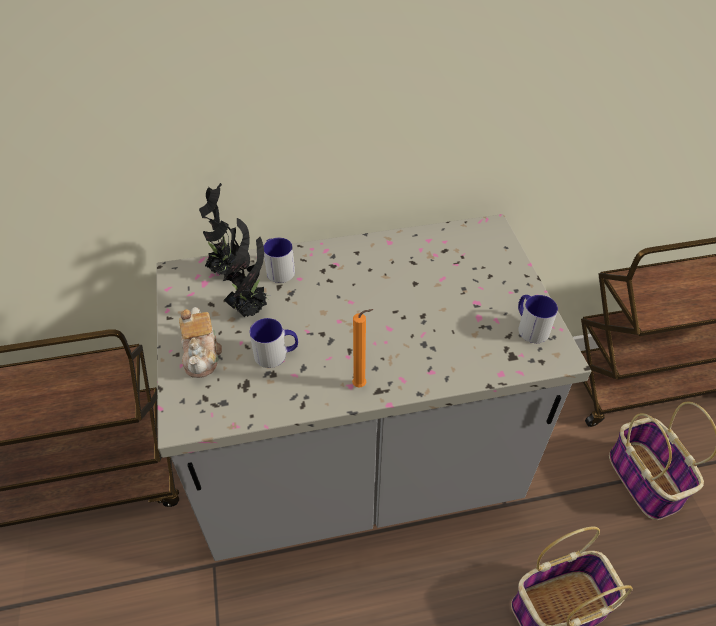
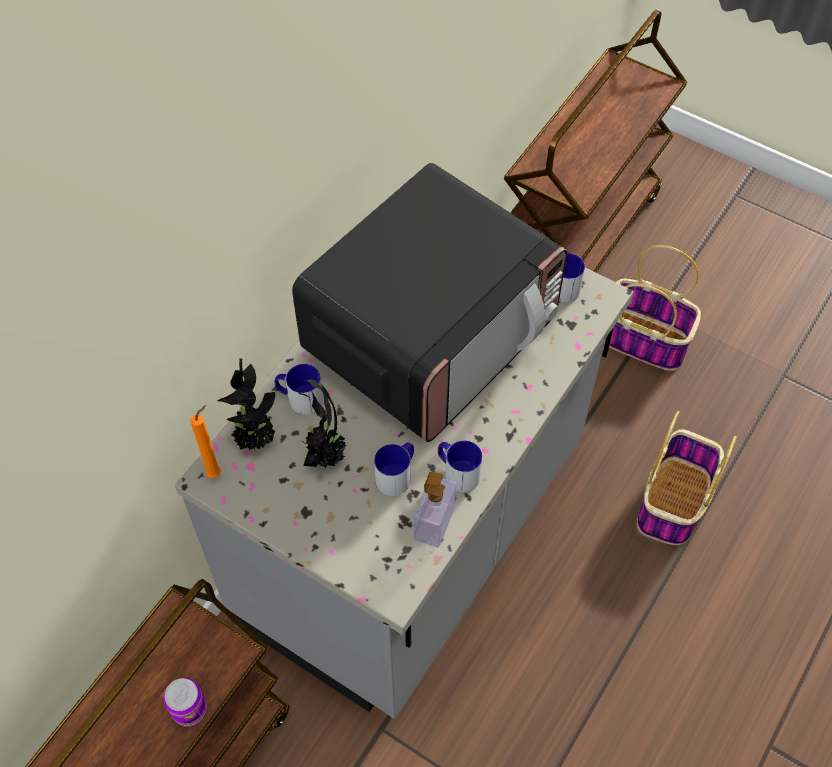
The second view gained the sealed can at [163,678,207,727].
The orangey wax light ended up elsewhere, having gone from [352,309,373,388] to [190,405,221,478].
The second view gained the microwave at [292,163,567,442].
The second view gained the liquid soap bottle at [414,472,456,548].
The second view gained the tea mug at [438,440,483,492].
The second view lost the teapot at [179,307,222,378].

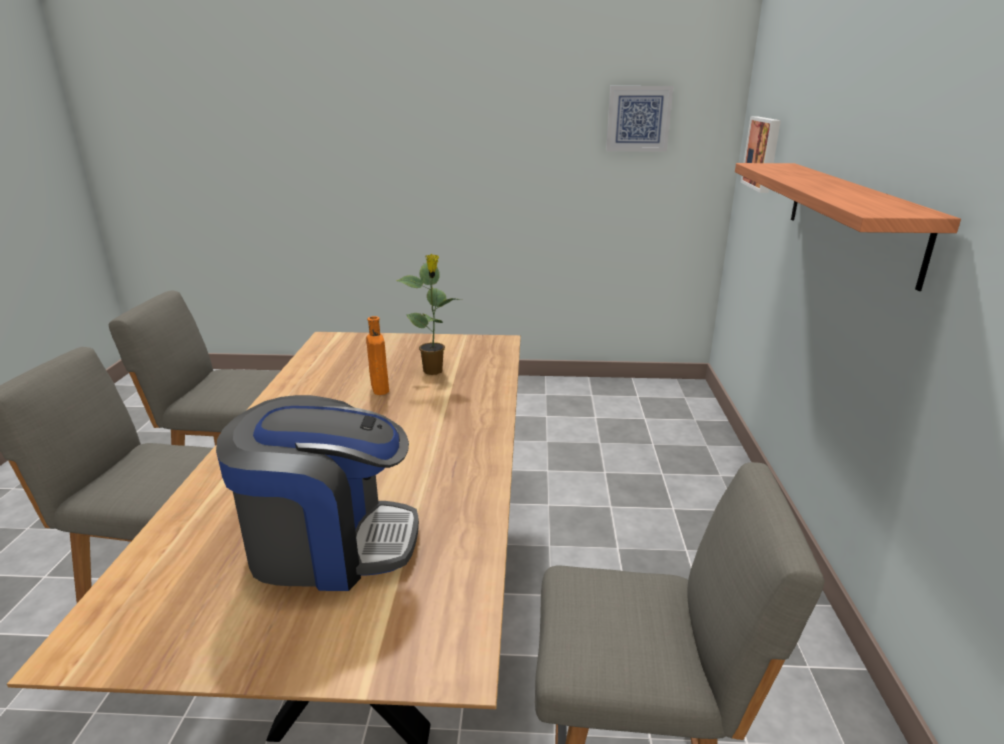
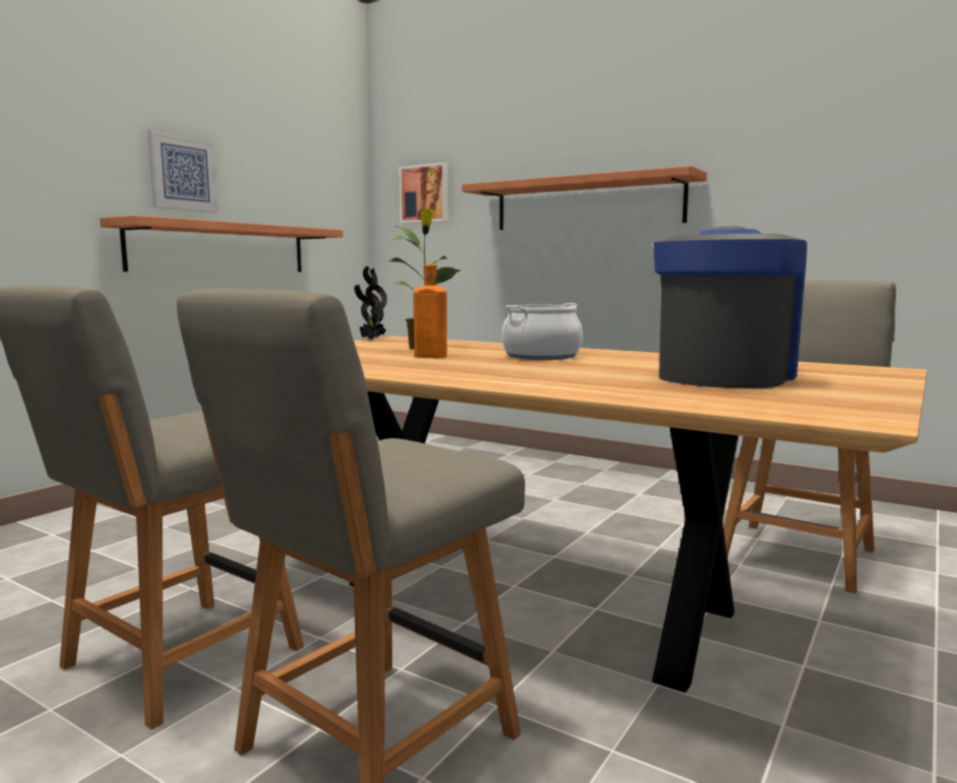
The second view gained the shelf at [100,215,343,272].
The picture ended up elsewhere, having gone from [606,86,673,152] to [147,129,219,212].
The second view gained the potted plant at [354,266,387,340].
The second view gained the cooking pot at [502,303,583,360].

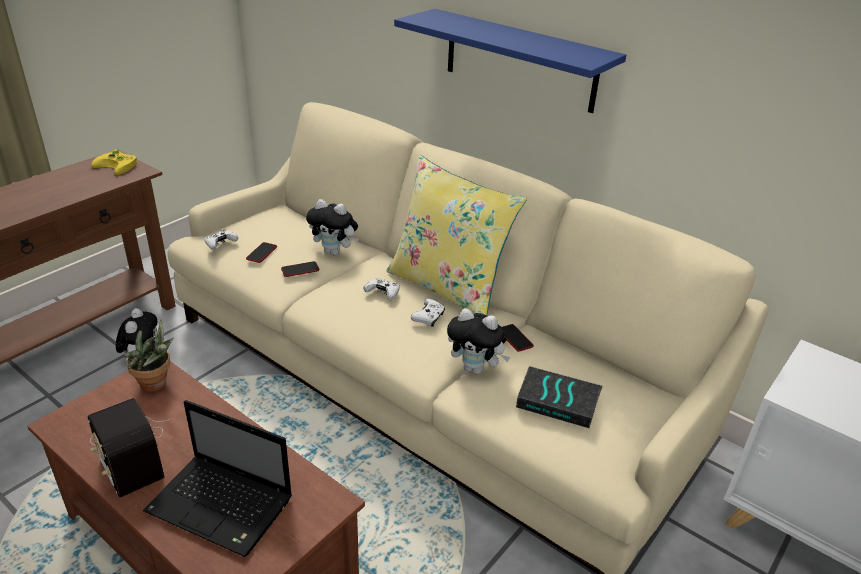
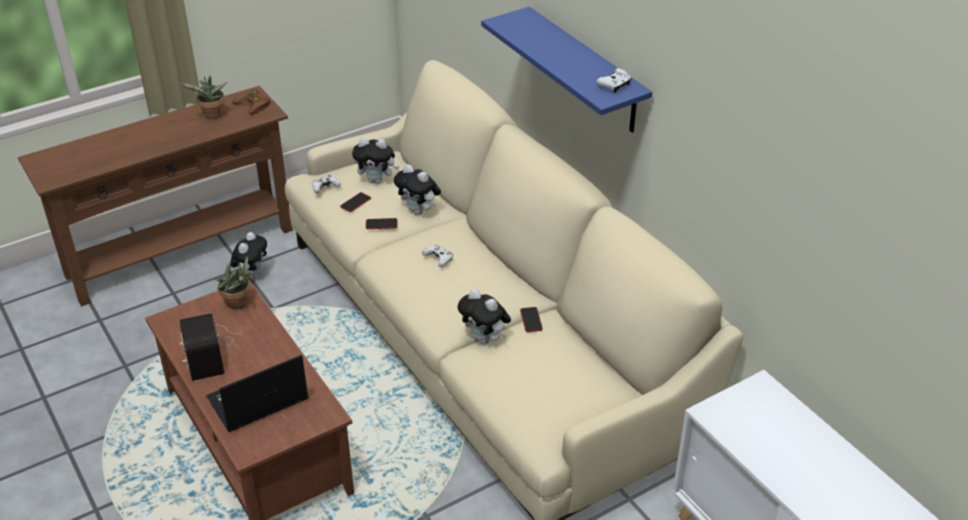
The second view gained the potted plant at [180,76,226,119].
The notebook computer at [143,400,292,557] ended up facing another way, 105 degrees clockwise from before.
What was the yellow-coloured joypad at [91,149,137,175] turned into the brown joypad at [232,89,271,115].
The second view gained the cuddly toy at [352,138,399,184].
The white-coloured joypad ended up elsewhere, having gone from [411,299,445,327] to [596,68,632,93].
The second view lost the yellow-coloured cushion at [386,155,527,316].
The second view lost the book at [516,366,603,428].

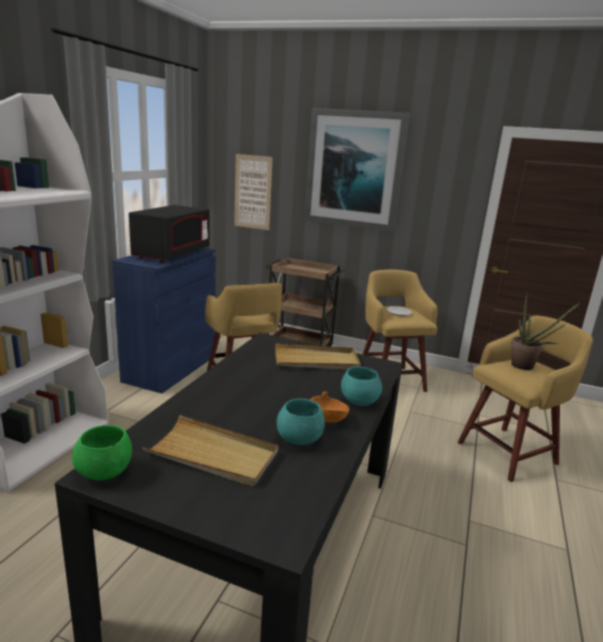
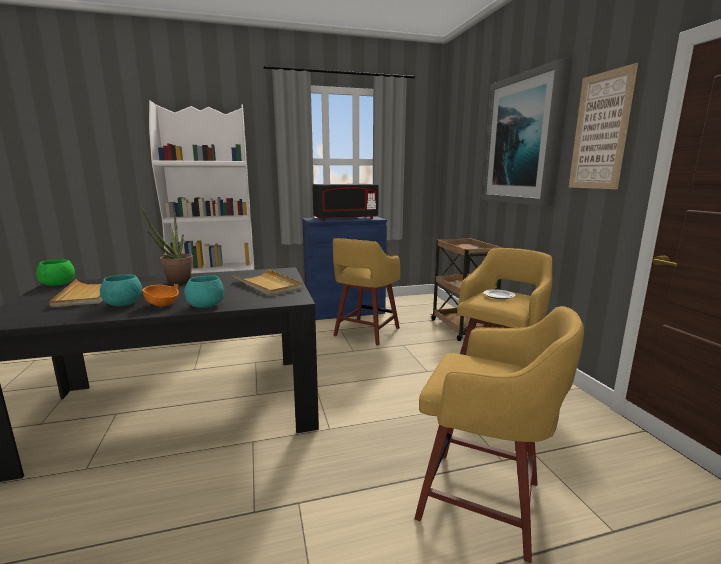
The potted plant ended up elsewhere, having gone from [511,292,580,370] to [141,204,193,285].
The picture ended up elsewhere, having gone from [234,154,273,230] to [569,63,638,189].

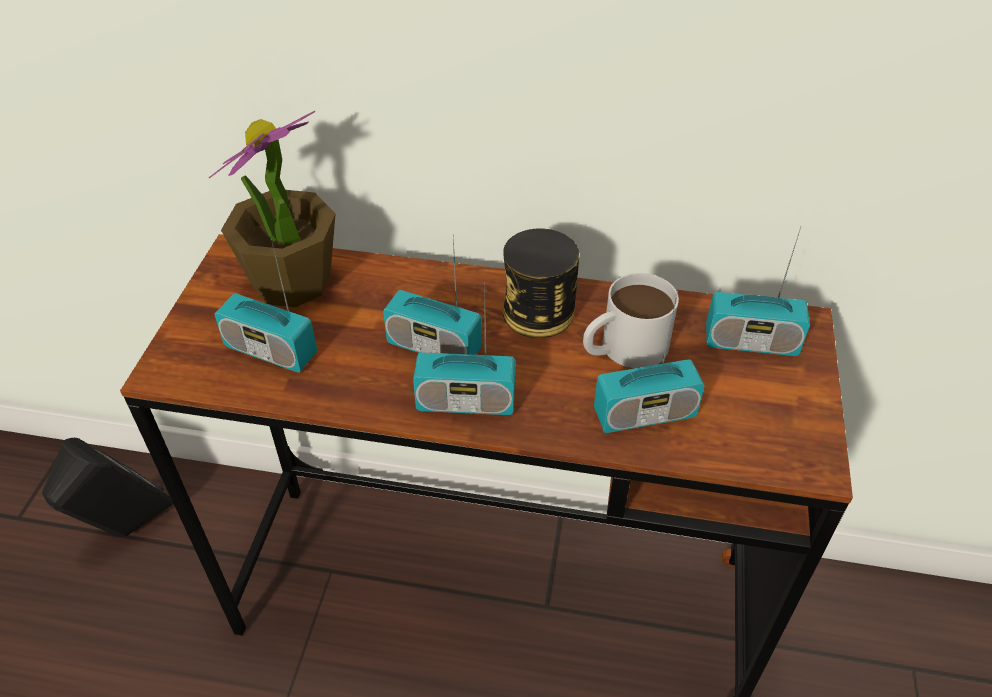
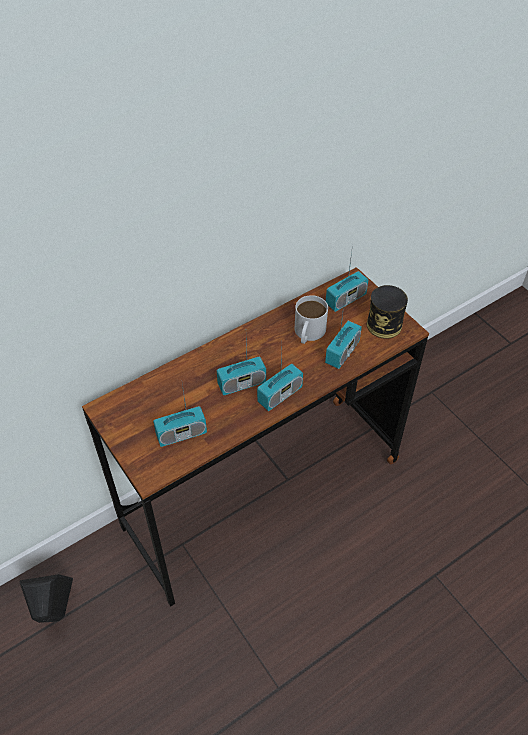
The sealed can ended up elsewhere, having gone from [503,229,579,338] to [367,285,408,339].
The second view lost the potted plant at [209,111,336,307].

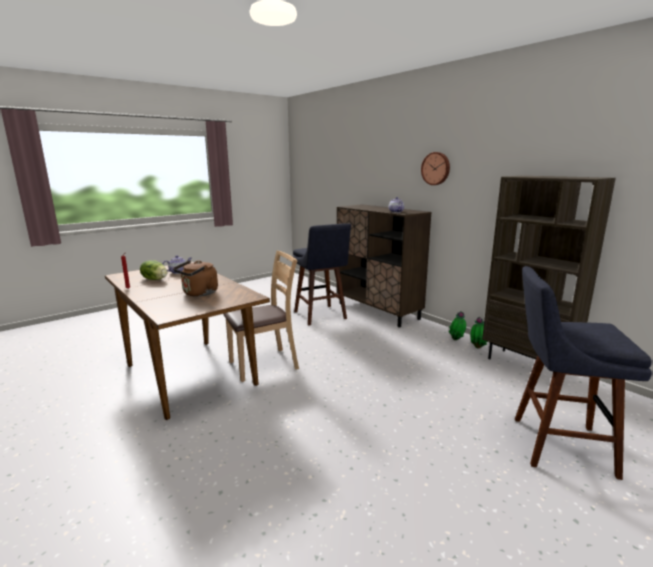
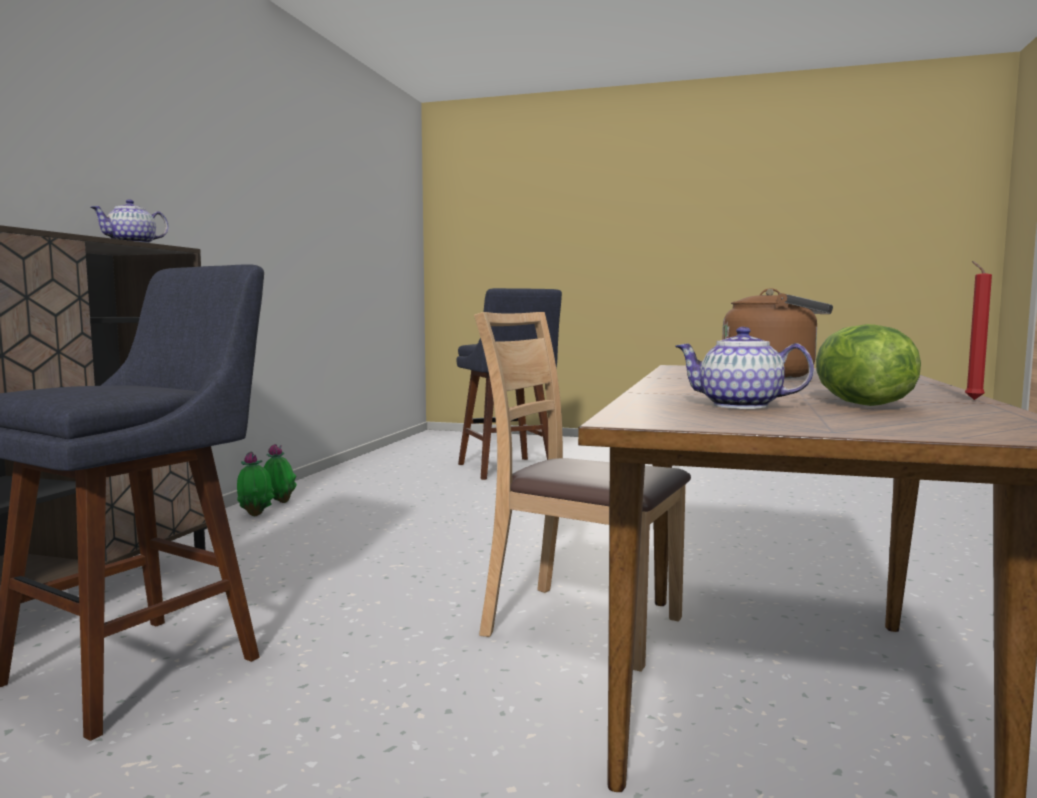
The second view lost the clock on the wall at [421,152,450,185].
The second view lost the brown bookcase at [482,176,616,376].

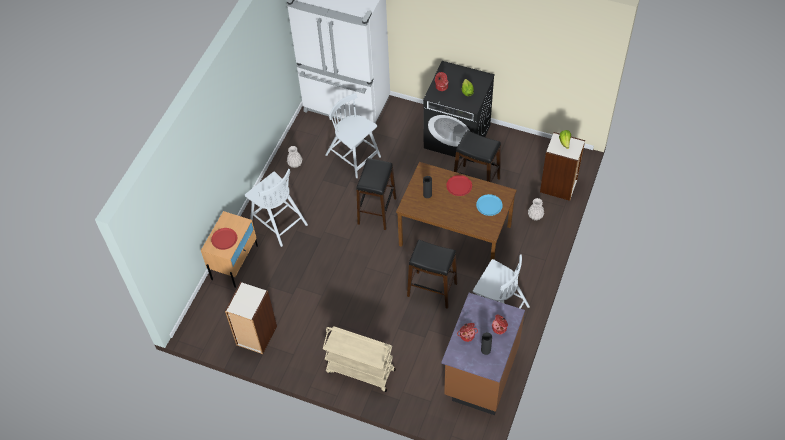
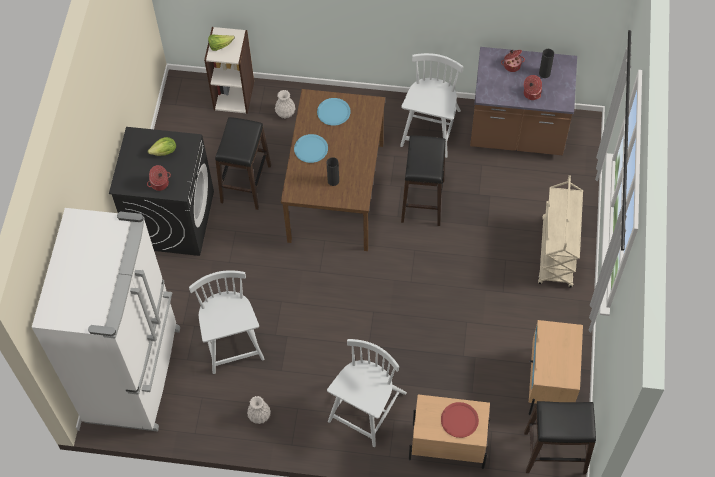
The white-coloured chair at [325,93,381,178] ended up facing another way, 135 degrees clockwise from before.
What was the red plate at [446,175,472,196] turned into the blue-coloured plate at [294,134,328,163].
The black-coloured sitting stool ended up elsewhere, having gone from [356,158,396,230] to [524,401,596,474].
Where the bookcase stood at [225,282,277,354], the sand-coloured bedside table came to stand at [529,320,583,415].

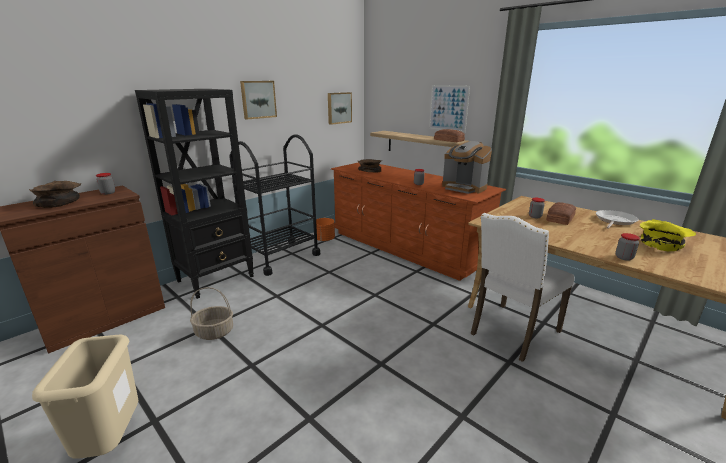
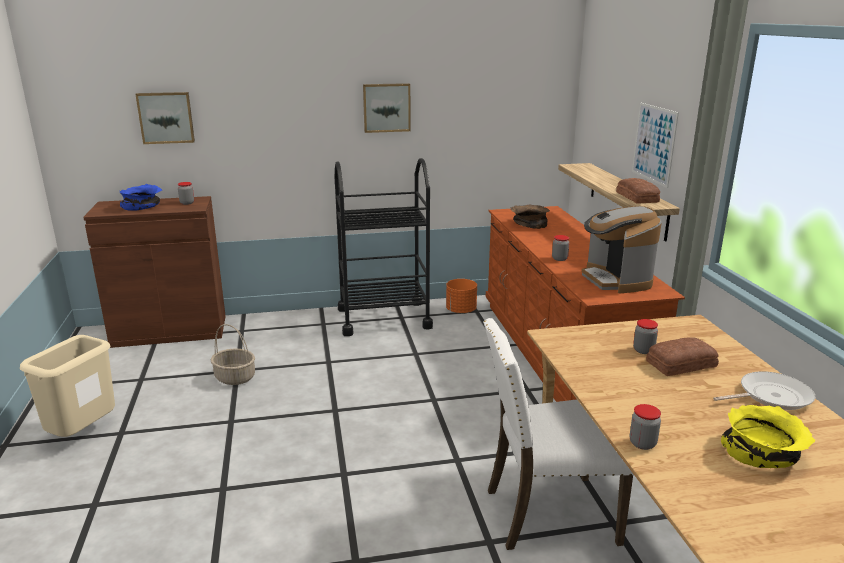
What was the brown deep dish at [29,181,82,208] turned into the blue-coloured deep dish at [120,184,162,211].
The picture ended up elsewhere, having gone from [328,92,352,125] to [135,92,195,144].
The second view lost the black-coloured bookcase at [135,89,254,299].

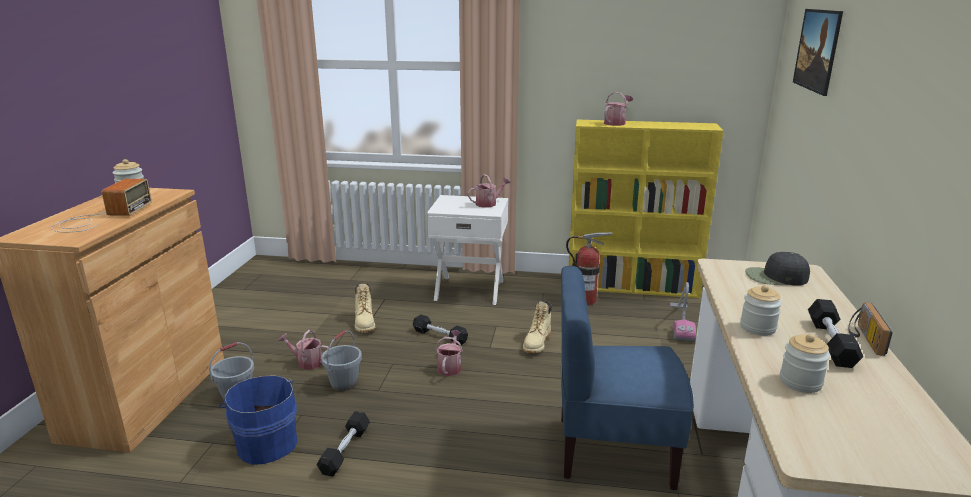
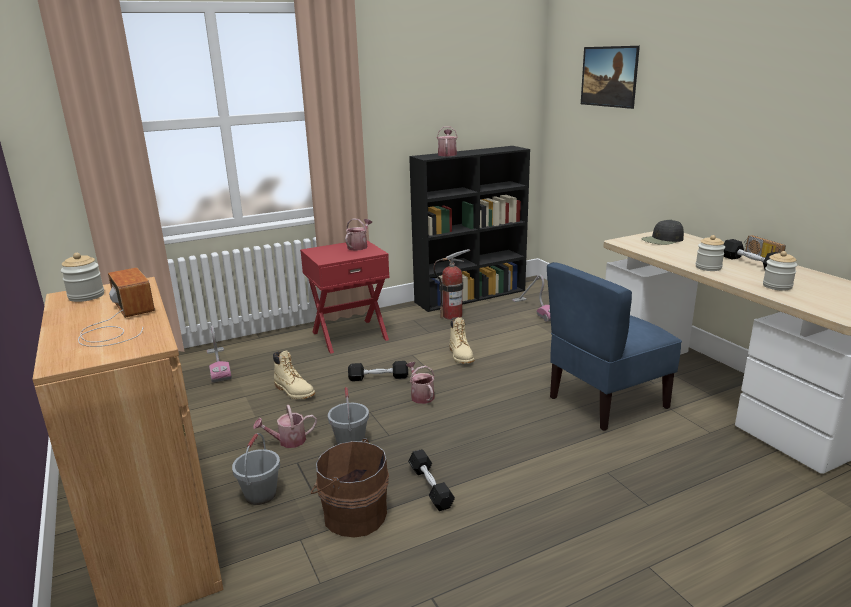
The second view gained the hoover at [207,325,232,383].
What was the white-coloured bedside table at [427,195,508,305] turned into the red bedside table at [300,240,390,354].
What was the blue-coloured pail at [219,375,297,465] turned into the brown pail at [311,438,389,537].
What was the yellow-coloured bookcase at [569,120,724,298] turned into the black-coloured bookcase at [409,146,530,312].

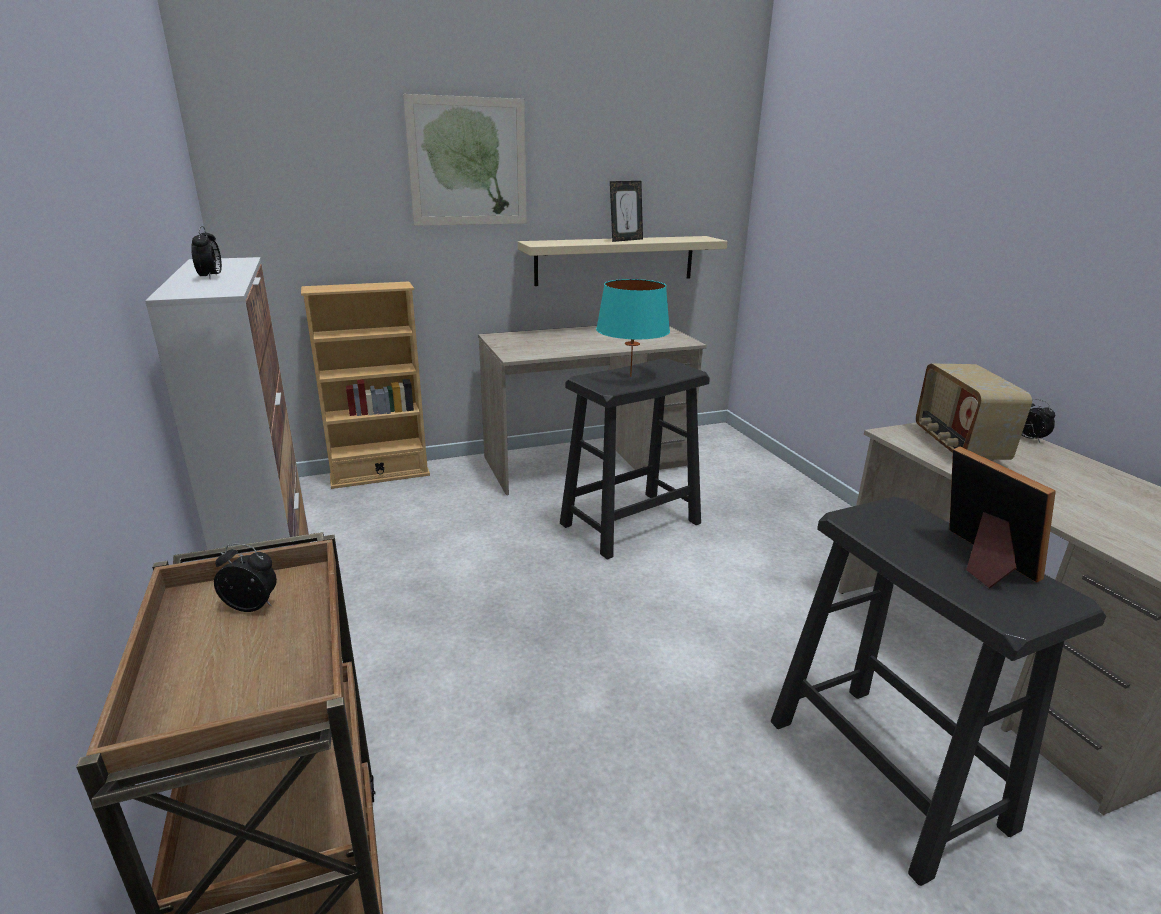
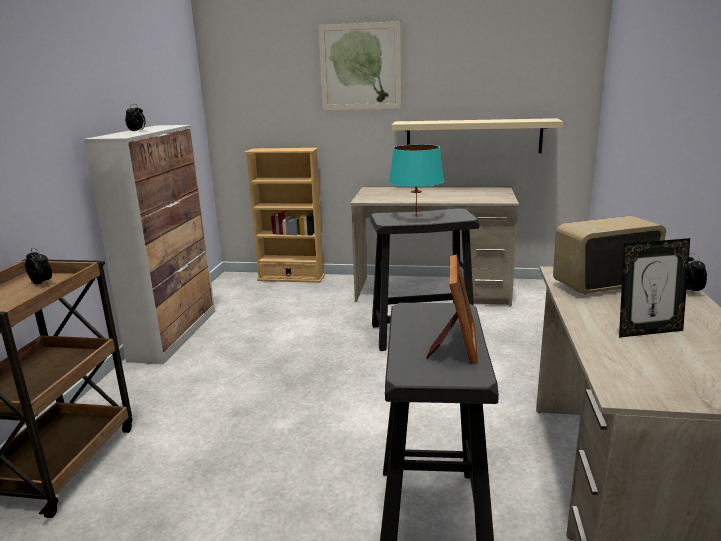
The radio at [916,363,1032,461] ended up facing another way, 45 degrees clockwise from before.
The picture frame ended up elsewhere, having gone from [610,181,643,242] to [619,238,690,338].

